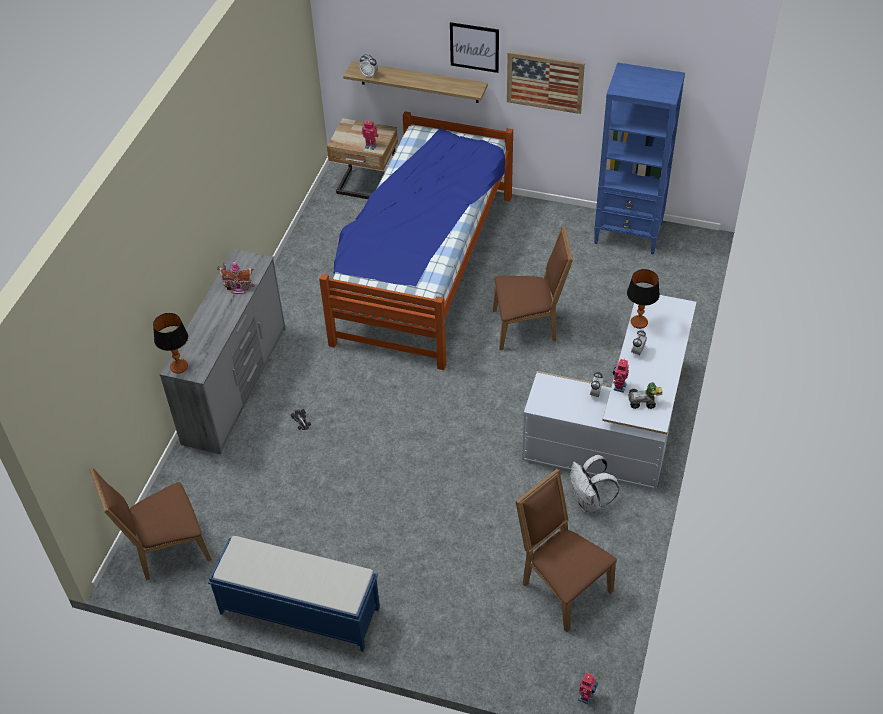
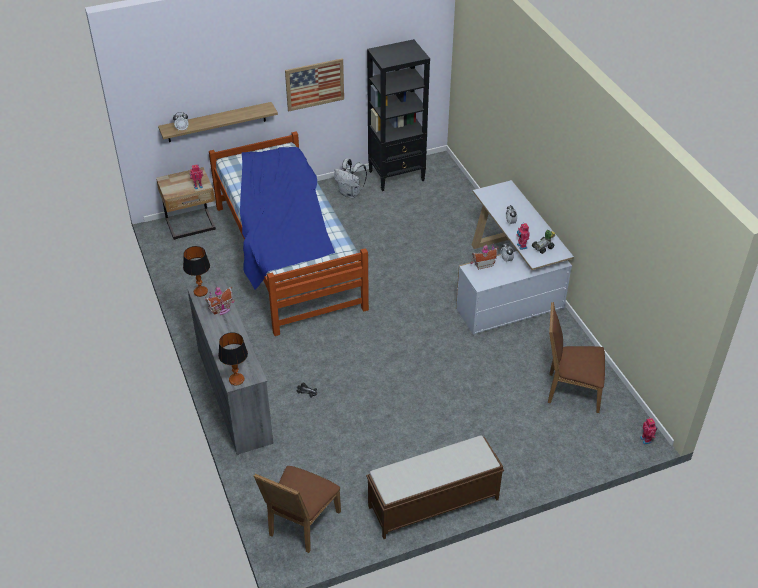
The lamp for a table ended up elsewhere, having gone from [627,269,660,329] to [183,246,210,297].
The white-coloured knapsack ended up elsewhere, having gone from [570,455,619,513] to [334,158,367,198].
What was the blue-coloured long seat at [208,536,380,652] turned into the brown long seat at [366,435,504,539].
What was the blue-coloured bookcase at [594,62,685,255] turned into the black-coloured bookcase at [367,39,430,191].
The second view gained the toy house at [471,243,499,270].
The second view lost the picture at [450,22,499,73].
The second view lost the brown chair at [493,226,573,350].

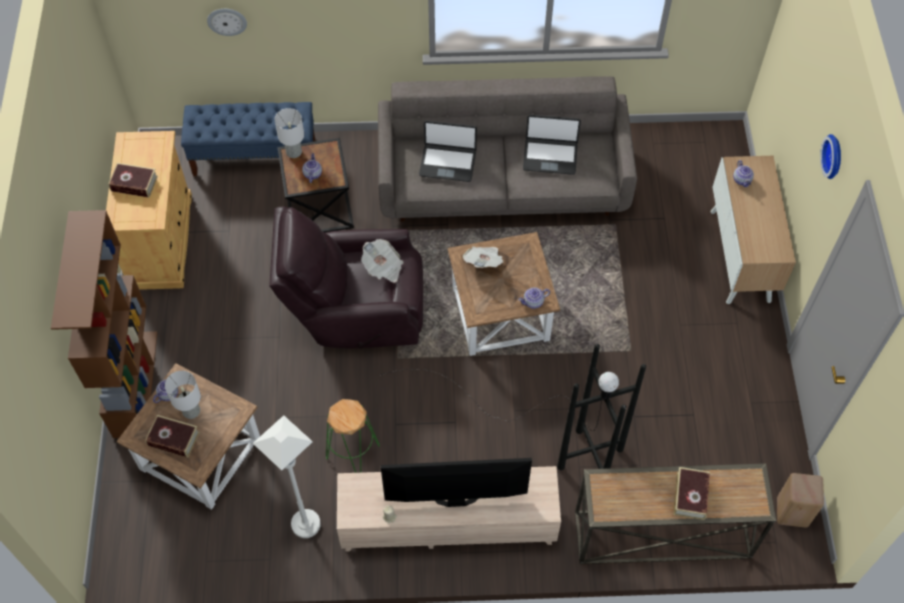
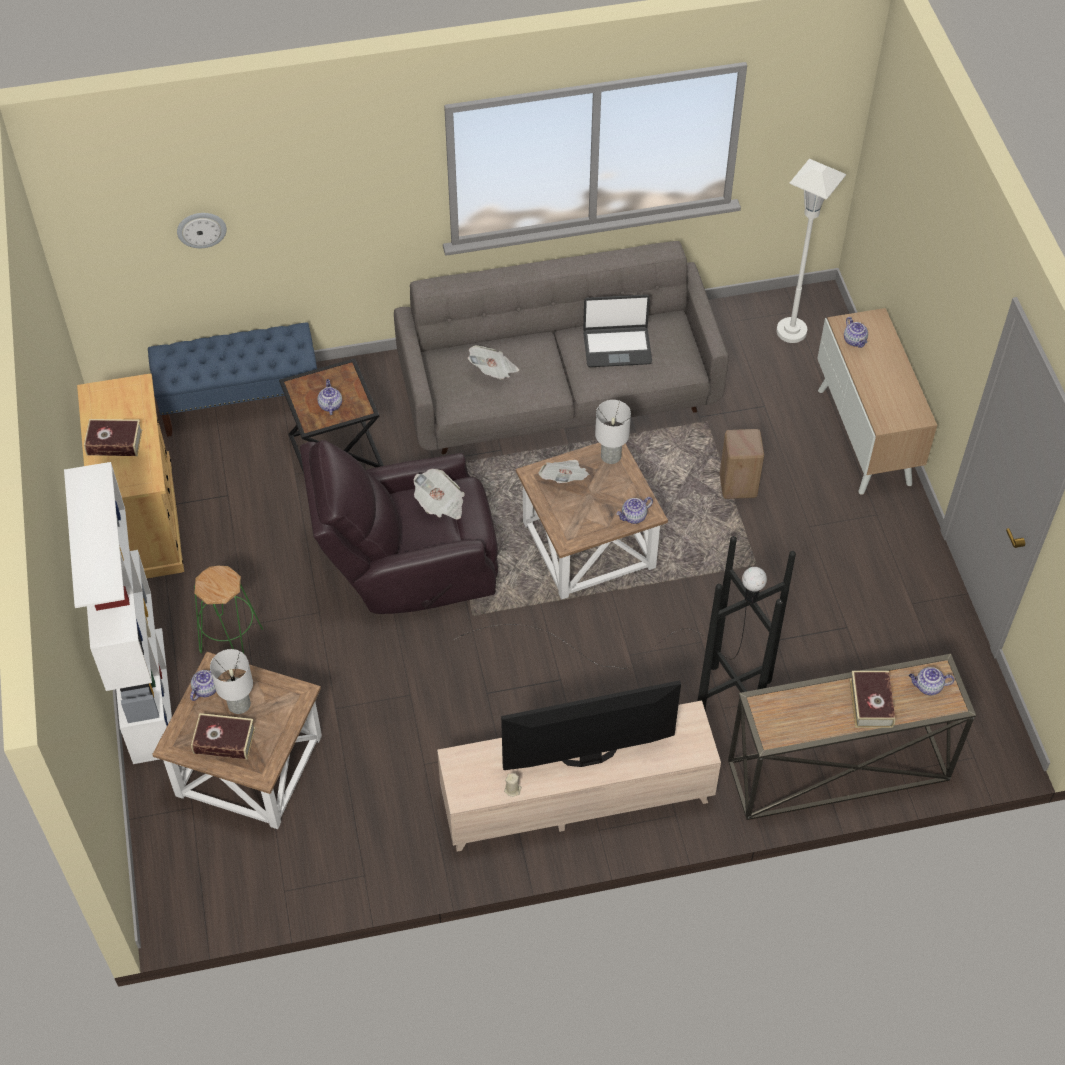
What was the brown bookcase at [51,210,157,438] turned into the white-coloured bookcase at [64,462,172,764].
The greenish sitting stool ended up elsewhere, having gone from [326,399,380,473] to [194,566,263,653].
Where the notebook computer stood at [419,120,477,182], the printed paper came to stand at [468,345,519,380].
The white-coloured lamp for a table ended up elsewhere, having gone from [275,108,304,158] to [595,400,631,464].
The sand-coloured sitting stool ended up elsewhere, having gone from [777,473,824,528] to [720,429,764,499].
The white-coloured floor lamp ended up elsewhere, having gone from [253,415,321,538] to [777,159,846,343].
The second view gained the teapot at [909,667,954,695].
The second view lost the clock on the wall at [820,134,841,179].

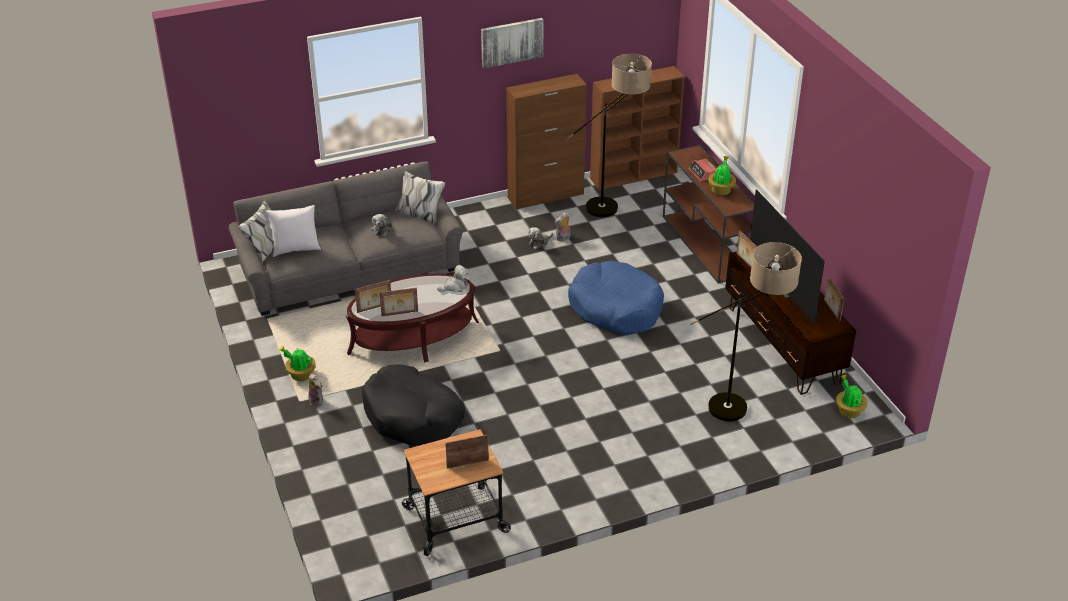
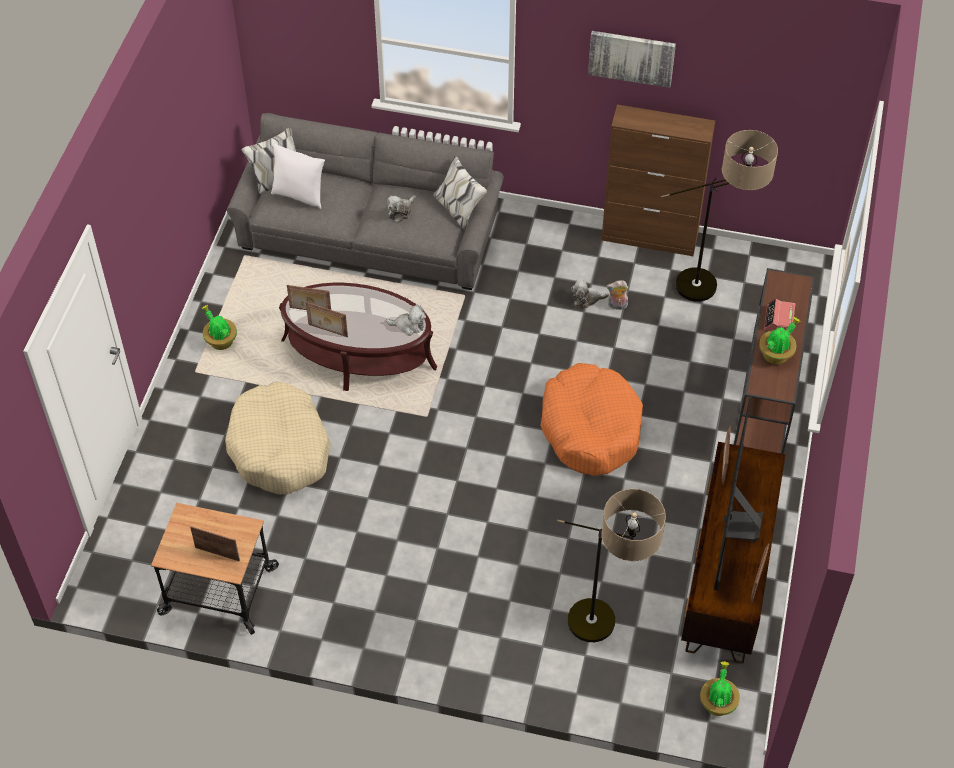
What was the black-coloured dog cushion at [362,364,465,446] turned into the sand-coloured dog cushion at [225,381,331,494].
What was the blue-coloured dog cushion at [568,261,664,335] turned into the orangey dog cushion at [540,363,643,476].
The second view lost the cuddly toy at [308,373,323,407].
The second view lost the brown bookcase at [590,66,685,190].

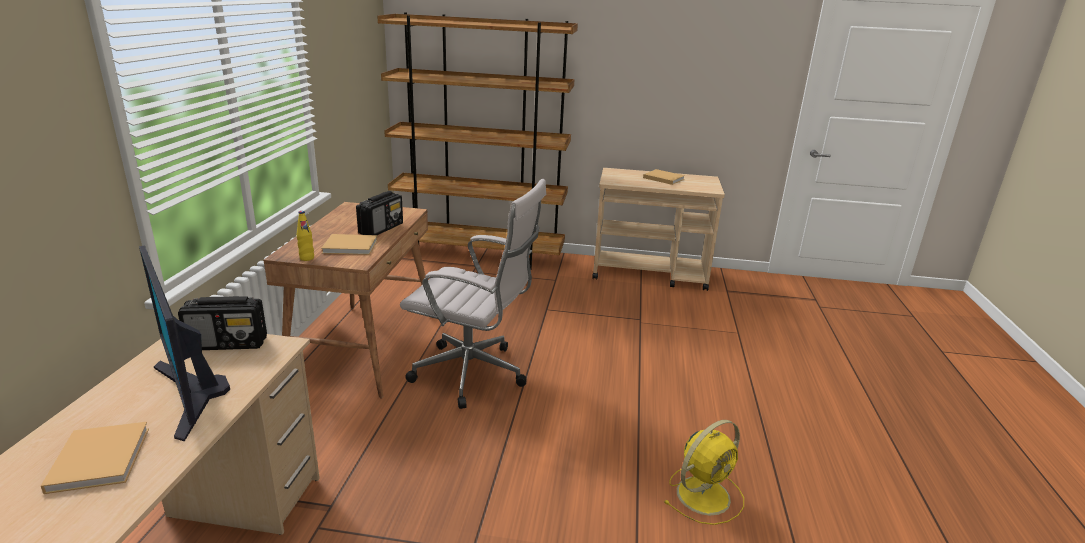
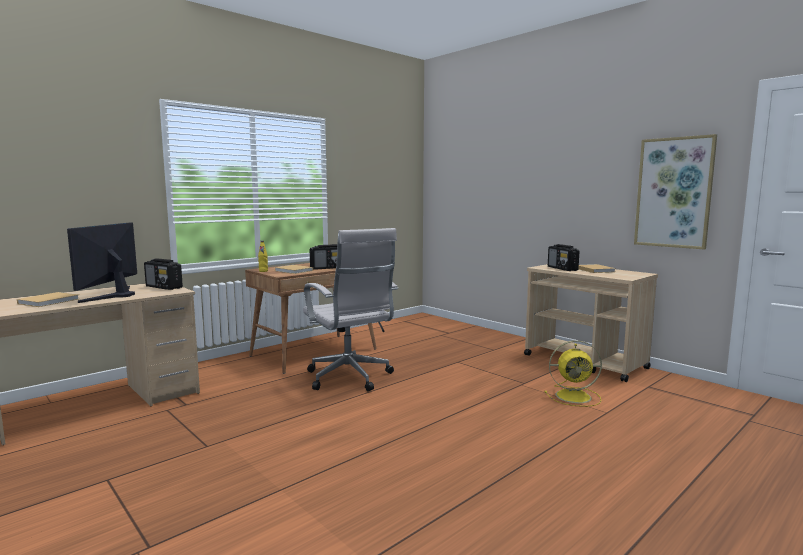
The yellow-coloured electric fan ended up elsewhere, having gone from [664,420,744,525] to [544,340,602,407].
The second view gained the radio at [548,244,580,271].
The second view gained the picture at [634,134,717,249].
The second view lost the brown bookcase at [377,12,578,270].

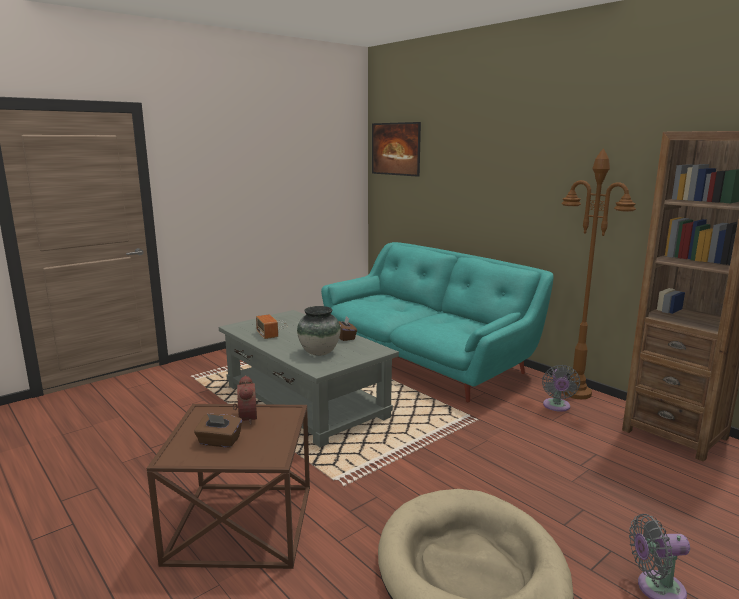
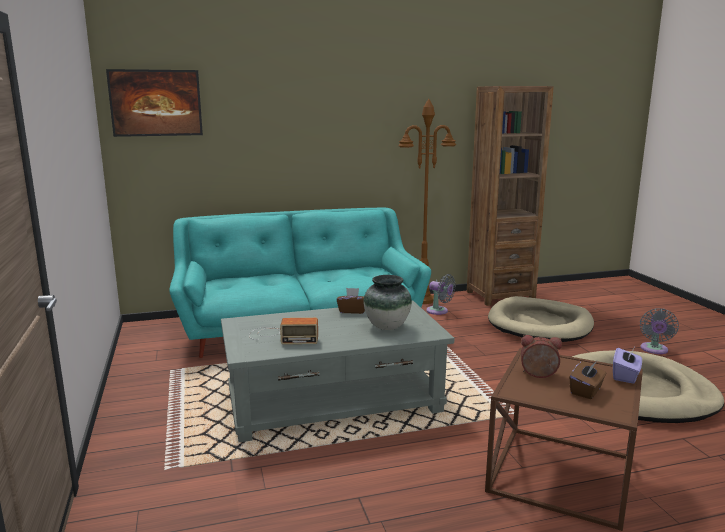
The second view gained the sand-coloured dog cushion at [488,296,594,342].
The second view gained the purple box of tissues at [613,348,642,384].

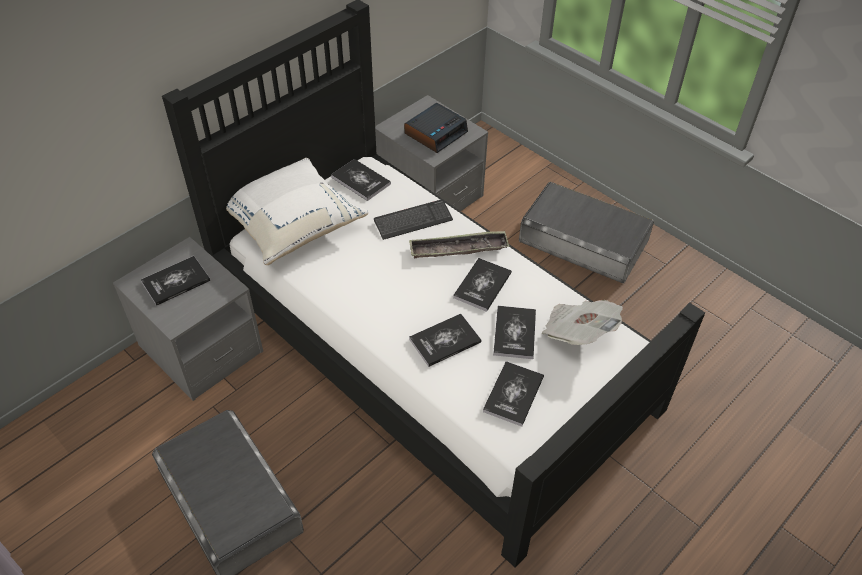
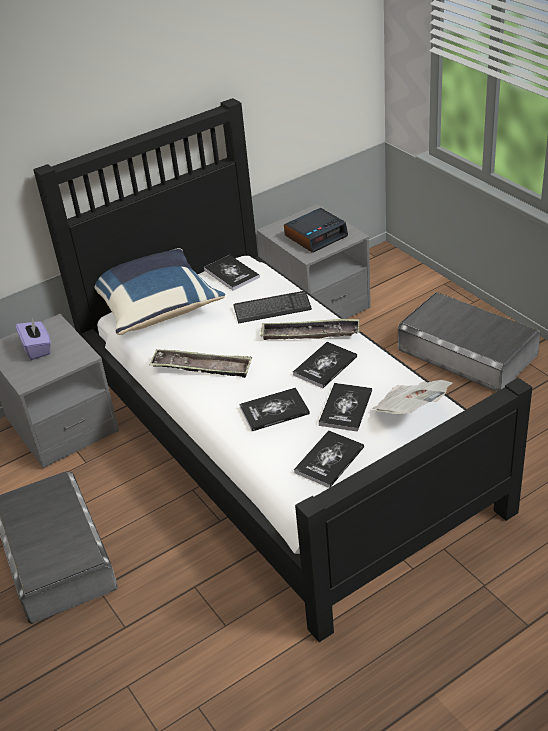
Where the book stood at [141,256,210,306], the purple box of tissues came to stand at [15,318,51,360].
What was the white-coloured cushion at [226,158,368,265] turned into the blue-coloured cushion at [95,248,225,335].
The second view gained the carrying tray at [150,349,252,378].

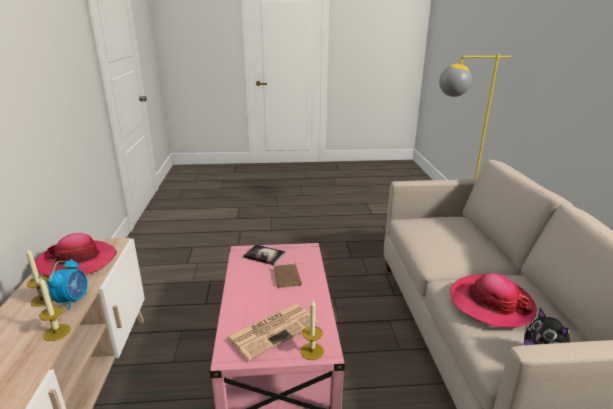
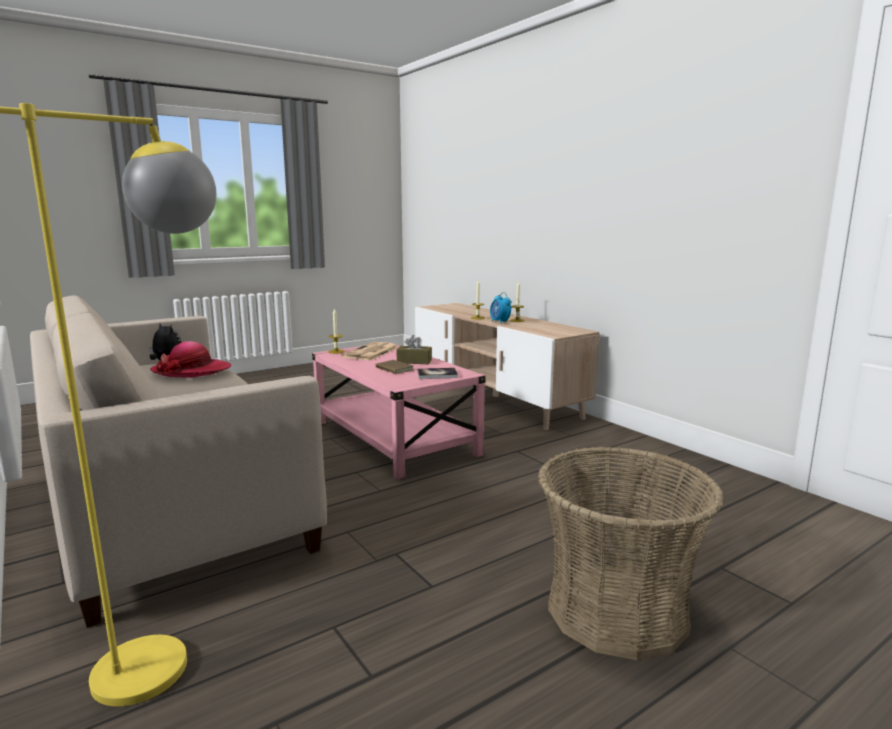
The second view gained the brown box of tissues at [397,335,432,364].
The second view gained the household basket at [538,446,724,660].
The second view lost the hat at [35,233,117,277].

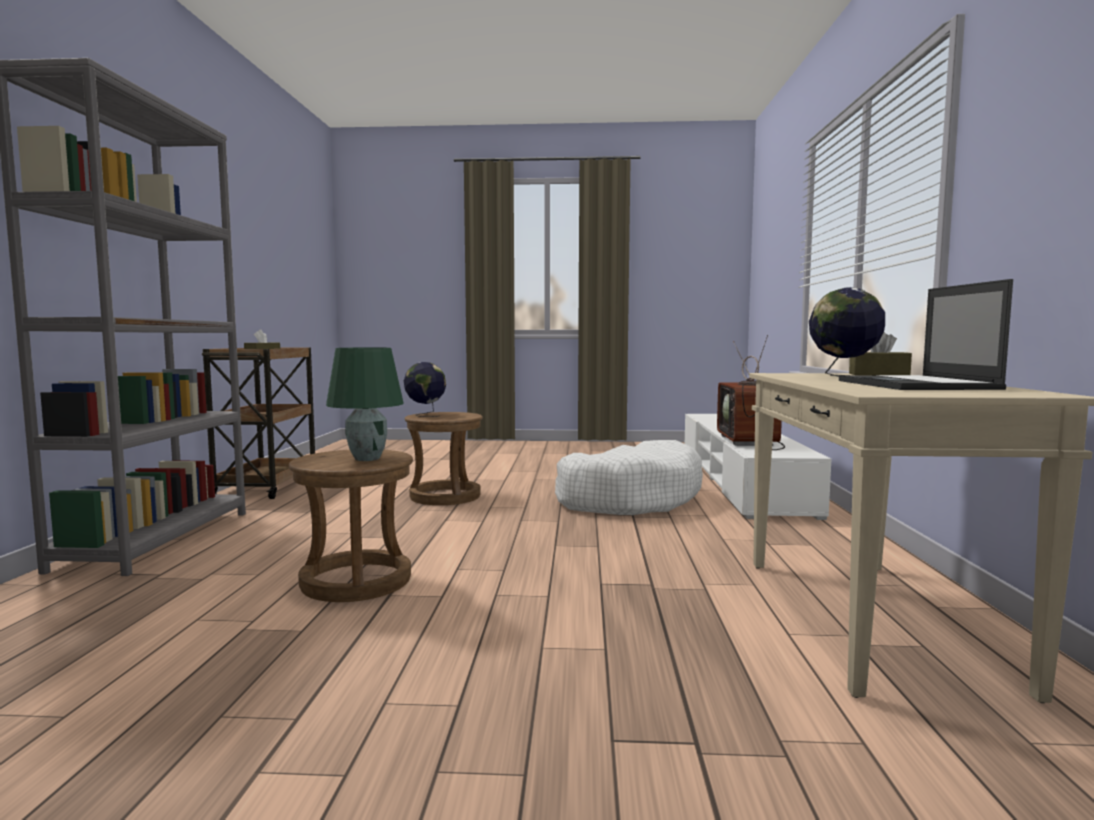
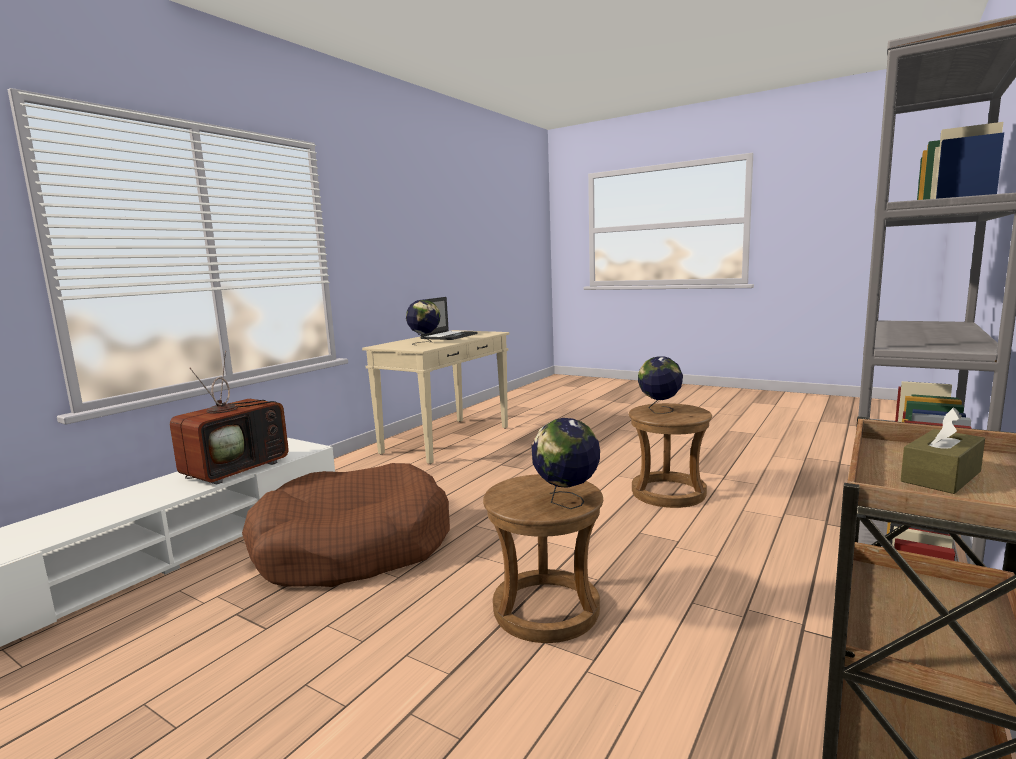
What was the white-coloured dog cushion at [555,440,703,515] turned into the brown dog cushion at [242,463,450,587].
Where the greenish lamp for a table stood at [326,348,404,461], the desk globe came to stand at [638,356,683,414].
The second view lost the brown box of tissues at [849,332,912,375].

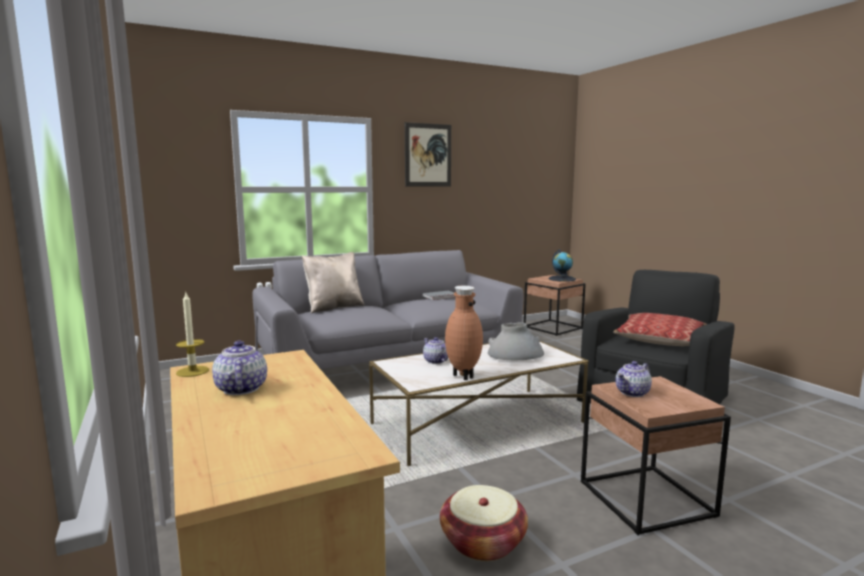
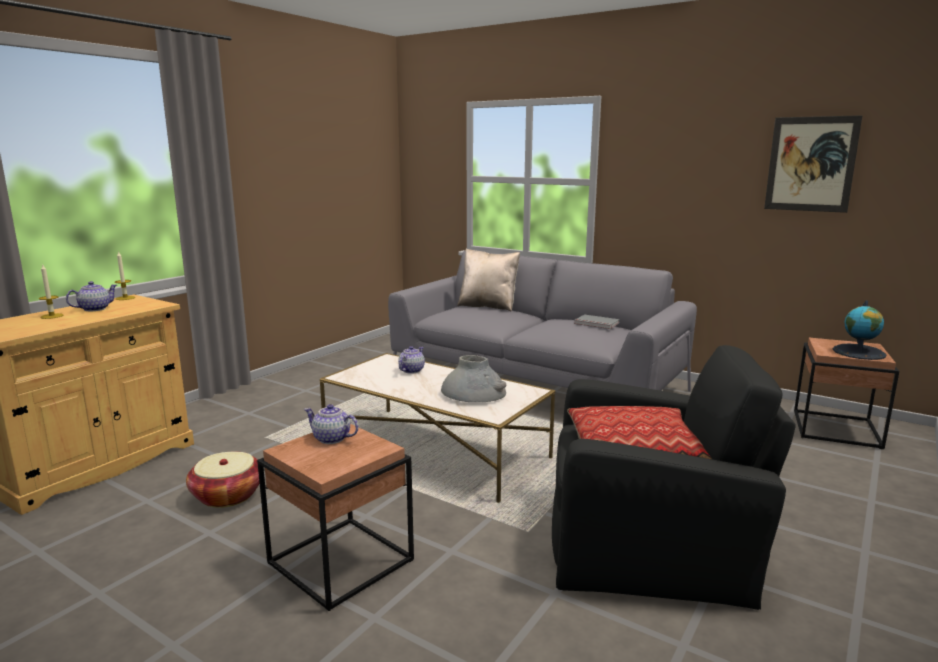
The second view gained the wax light at [39,265,63,319].
The picture ended up elsewhere, having gone from [405,122,451,187] to [764,115,863,213].
The second view lost the brown vase at [445,286,483,380].

